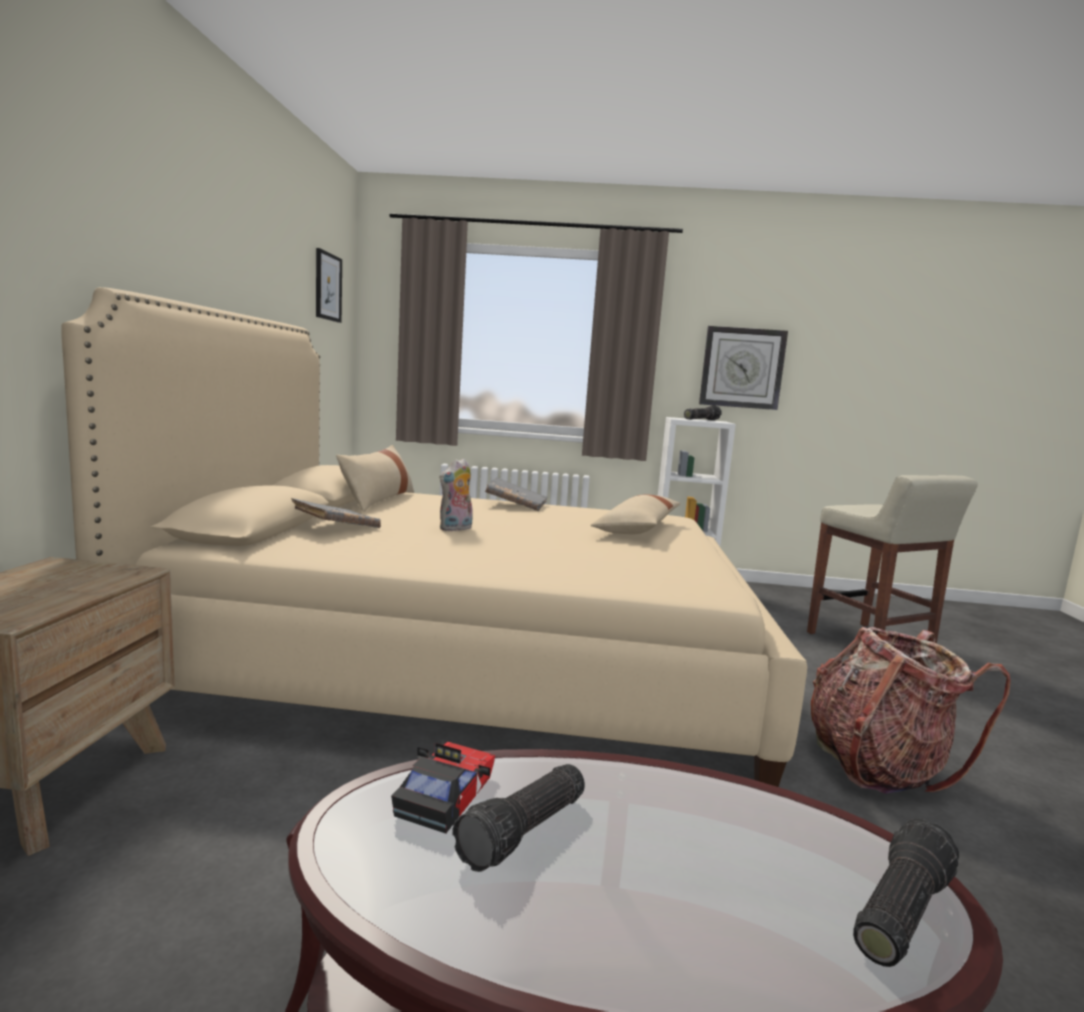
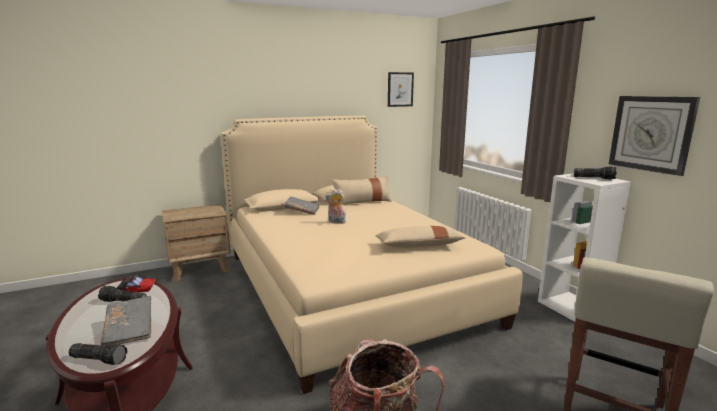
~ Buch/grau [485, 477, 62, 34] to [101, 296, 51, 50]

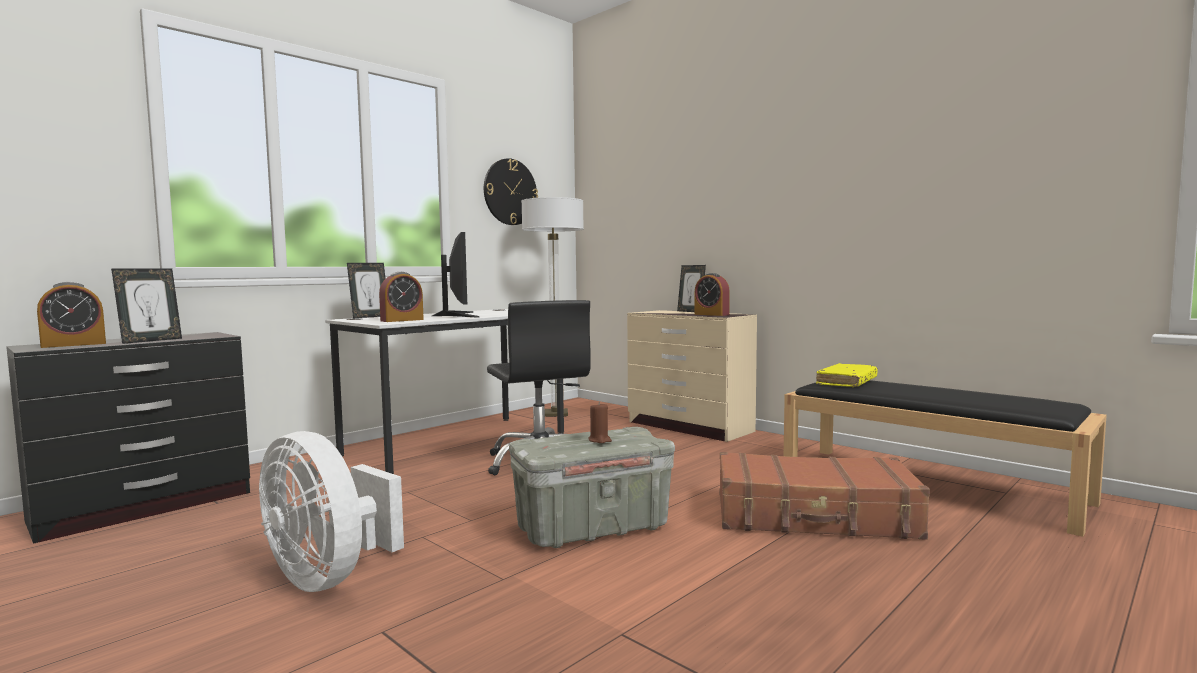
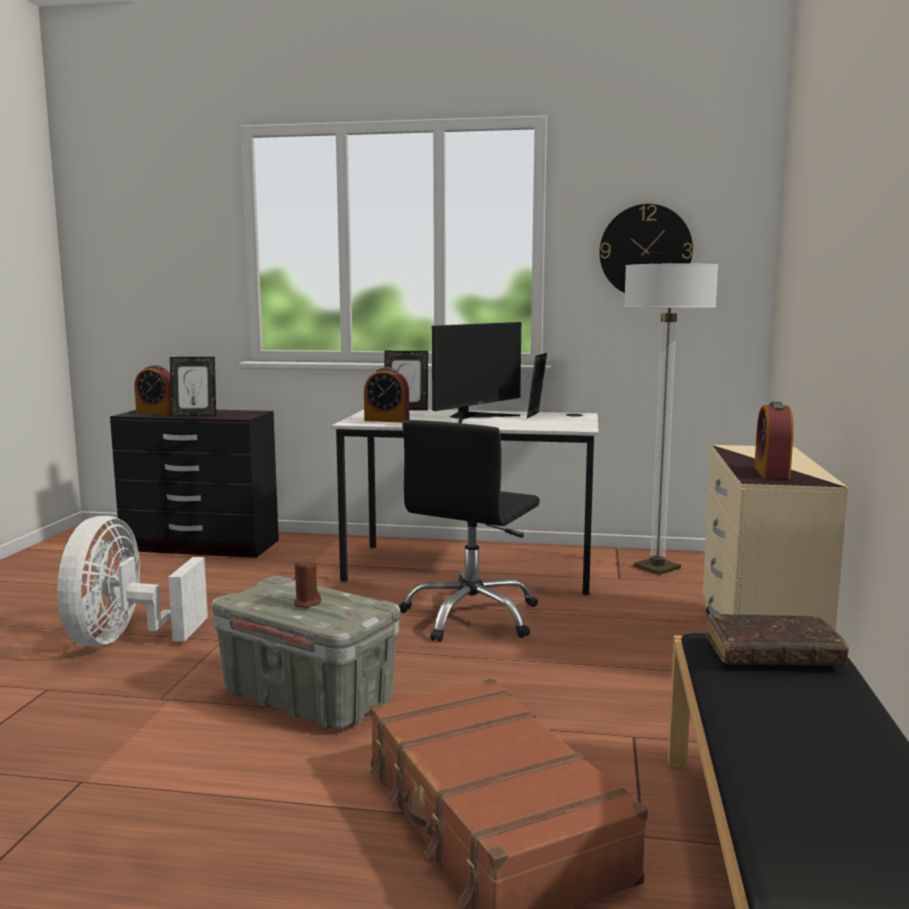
~ Bilderrahmen [677, 265, 29, 47] to [527, 353, 20, 65]
~ Buch/gelb [816, 363, 62, 24] to Buch/braun [706, 614, 143, 52]

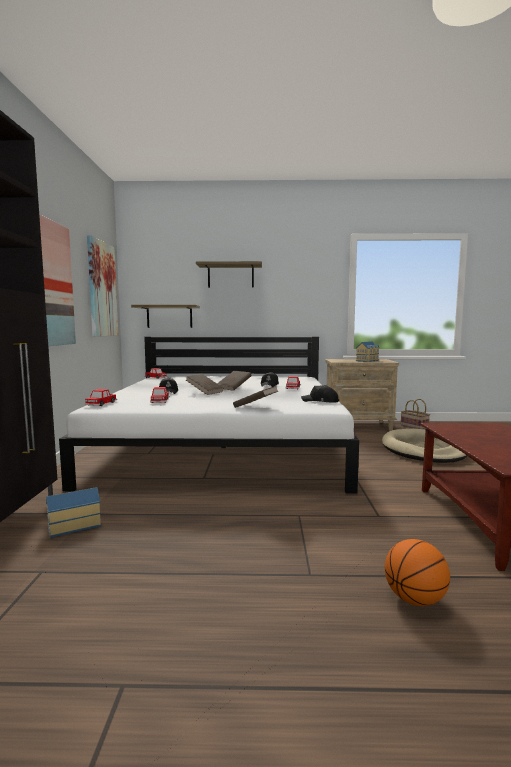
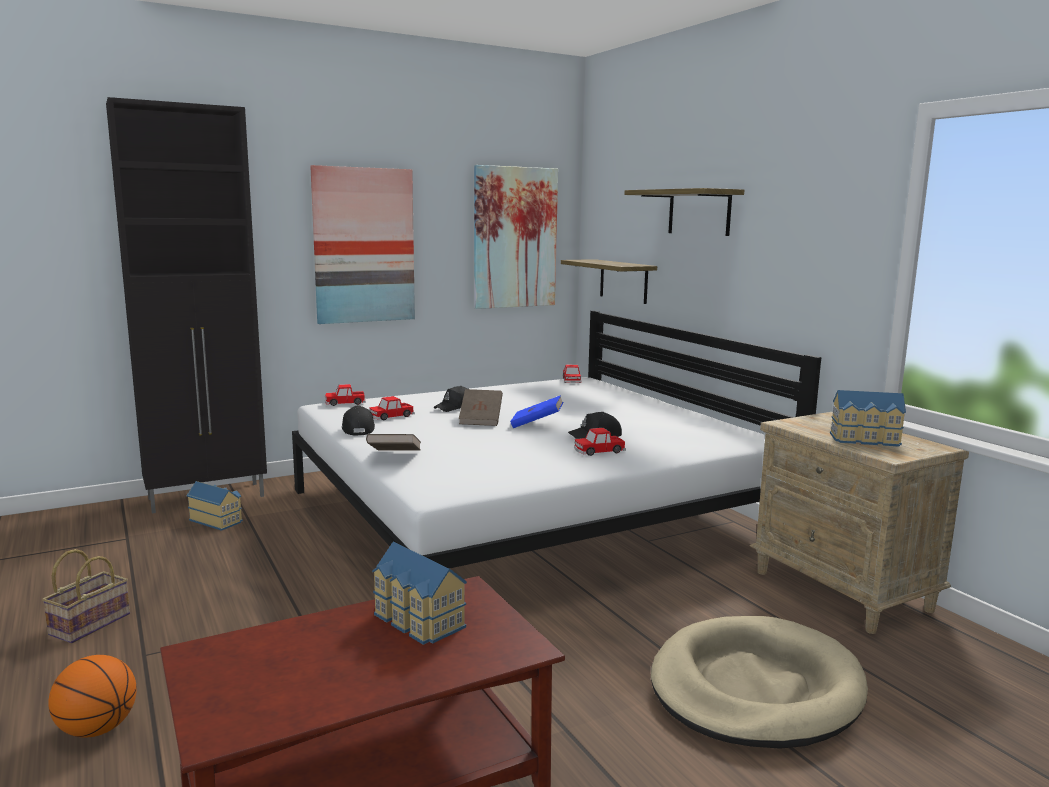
~ Buch/braun [217, 371, 35, 20] to Buch/blau [510, 395, 53, 33]
~ Kappe/schwarz [301, 385, 38, 18] to [342, 405, 33, 30]
~ Korb [401, 399, 29, 30] to [42, 549, 88, 94]
+ Spielzeughaus [372, 541, 95, 104]

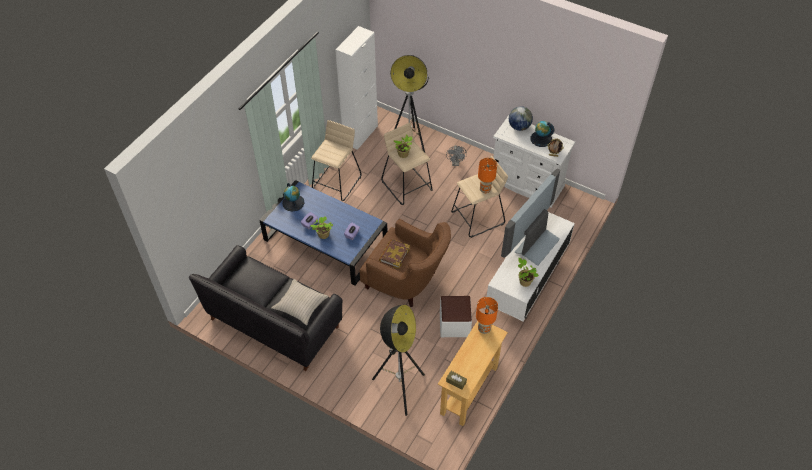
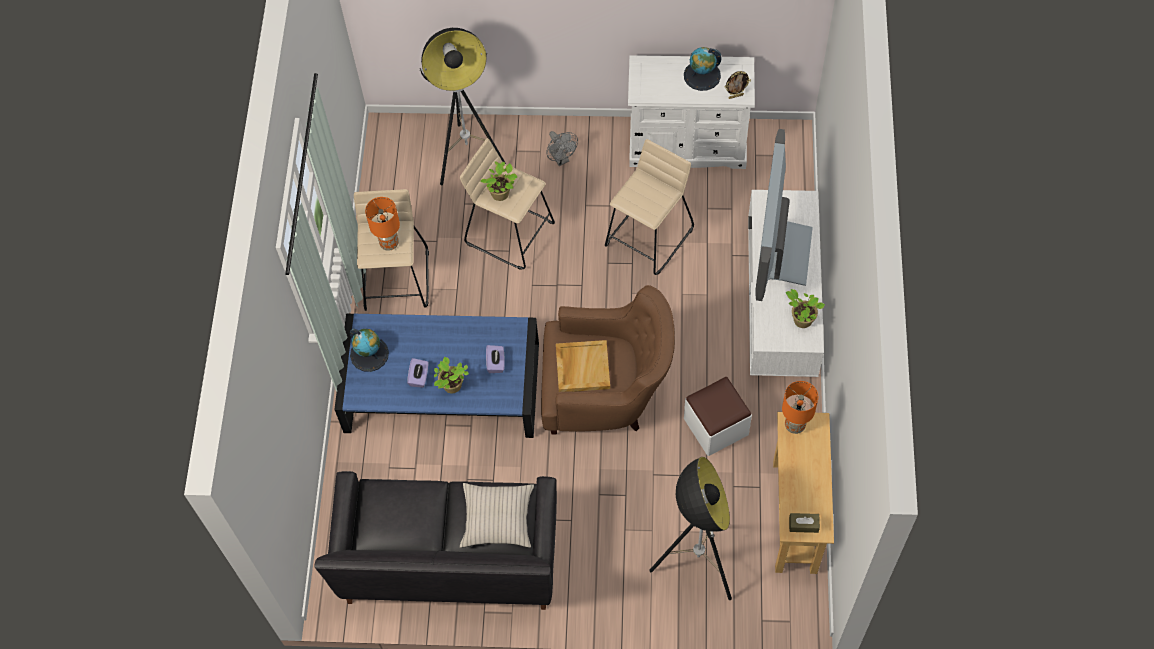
- Schrank/weiß [335, 26, 43, 124]
~ Buch [379, 239, 31, 30] to Tablett/beige [556, 340, 54, 52]
~ Tischlampe/orange [478, 158, 19, 35] to [365, 197, 35, 54]
- Globus [509, 106, 24, 25]

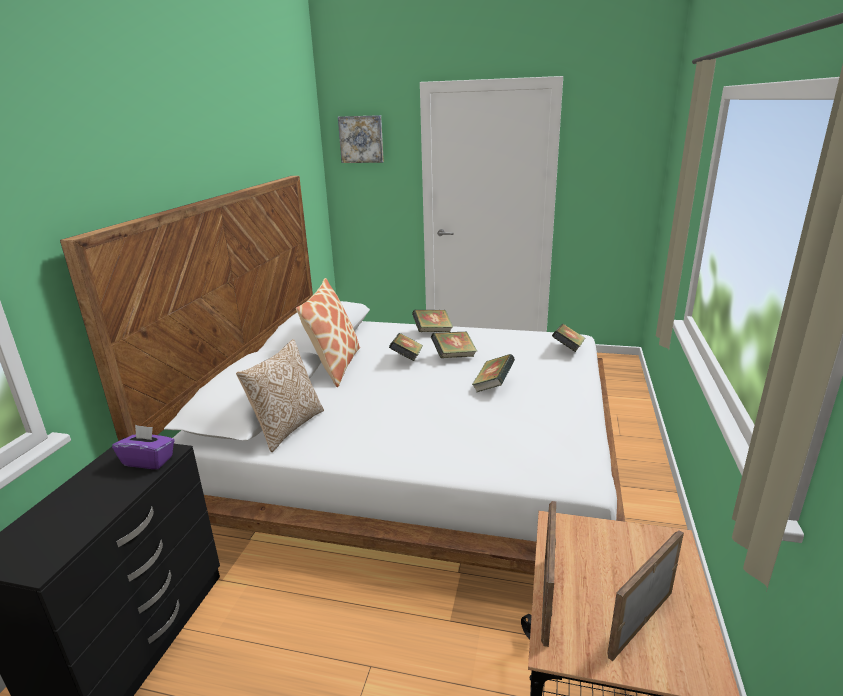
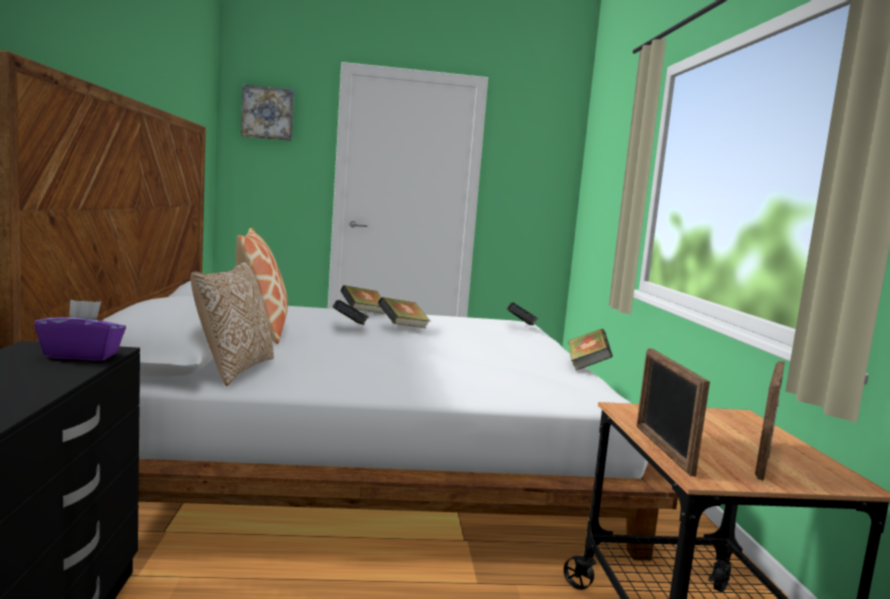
~ Buch [472, 354, 43, 38] to [568, 329, 45, 42]

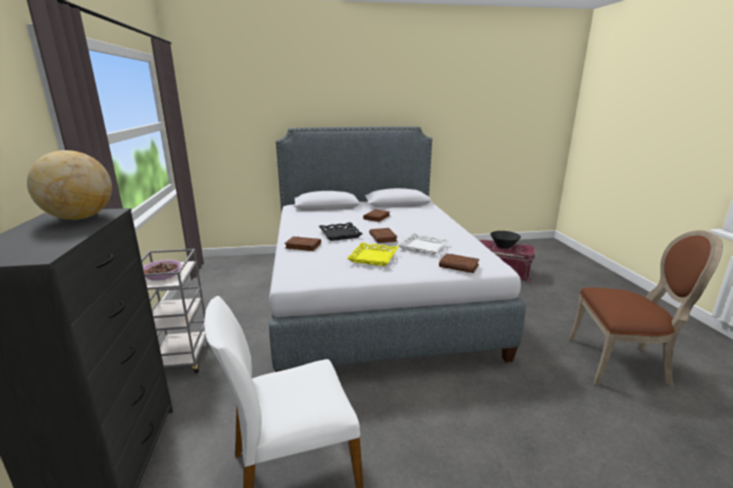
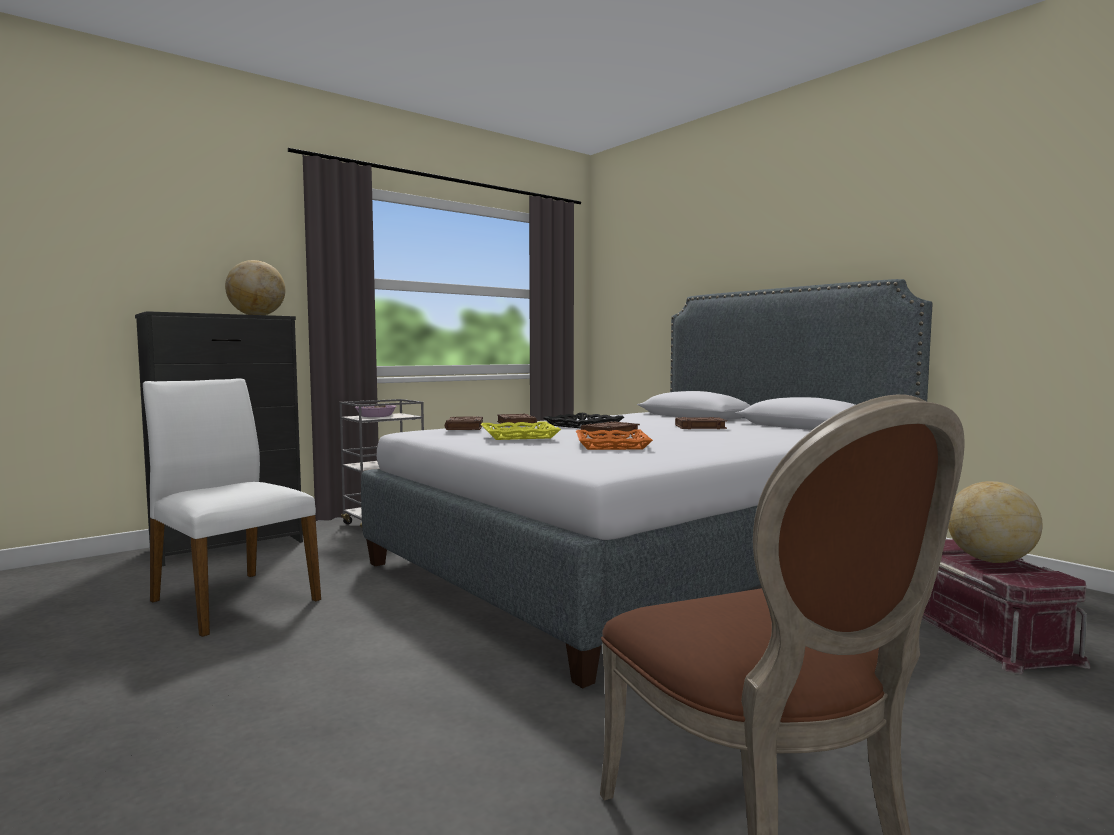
~ Tablett/weiß [397, 233, 53, 22] to Tablett/orange [576, 430, 77, 20]
~ Buch/braun [439, 253, 41, 20] to [445, 416, 38, 14]
~ Schüssel/schwarz [490, 231, 31, 18] to Globus [948, 481, 95, 82]

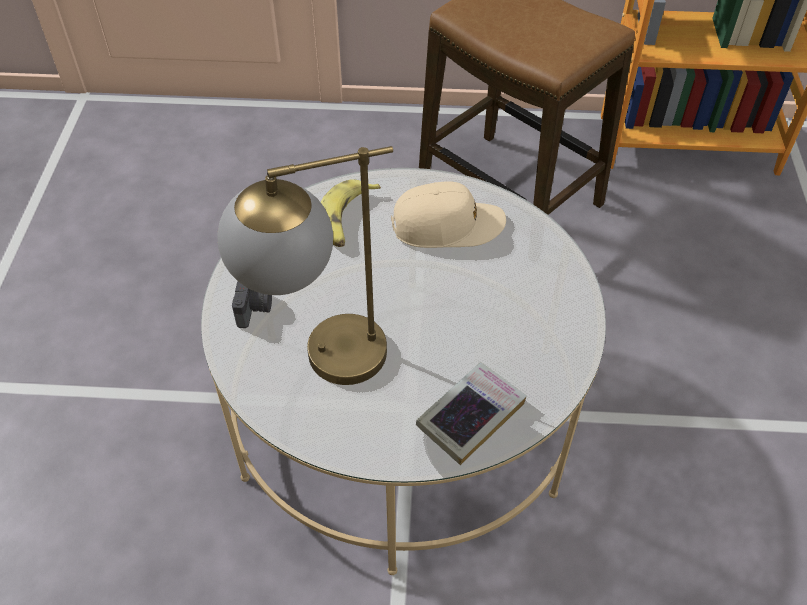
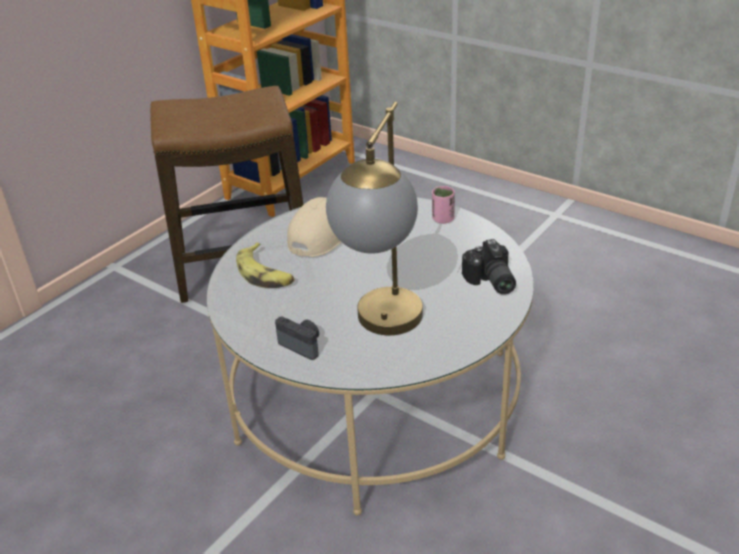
~ Buch [416, 362, 111, 103] to Kamera [462, 239, 54, 56]
+ Tasse/rosa [432, 186, 23, 38]

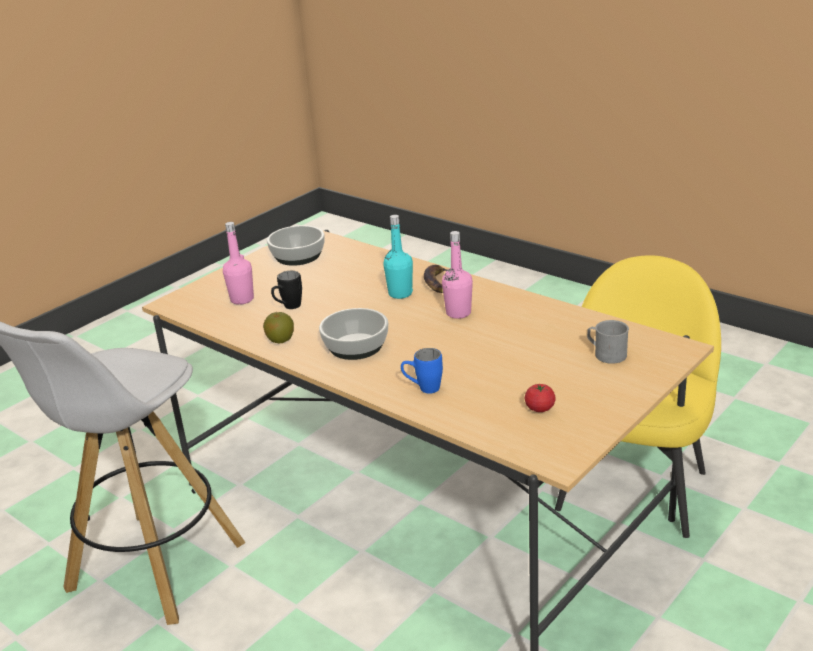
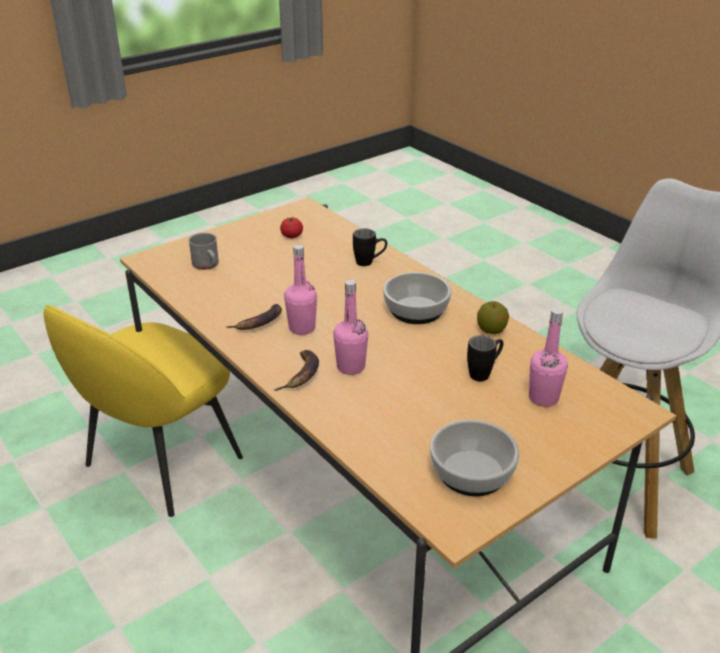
~ Flasche/türkis [383, 215, 30, 84] to Flasche/rosa [333, 279, 35, 96]
~ Henkelbecher/blau [401, 348, 42, 46] to Henkelbecher/schwarz [353, 228, 34, 38]
+ Banane [226, 304, 56, 26]

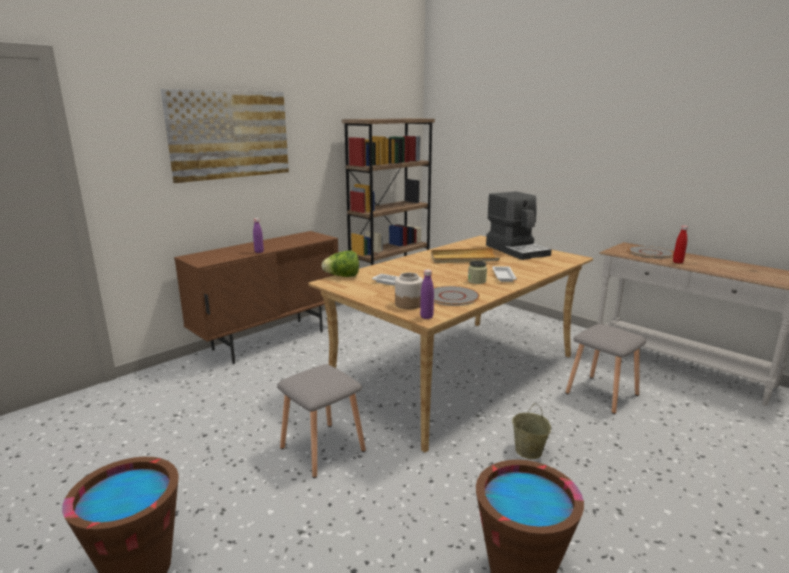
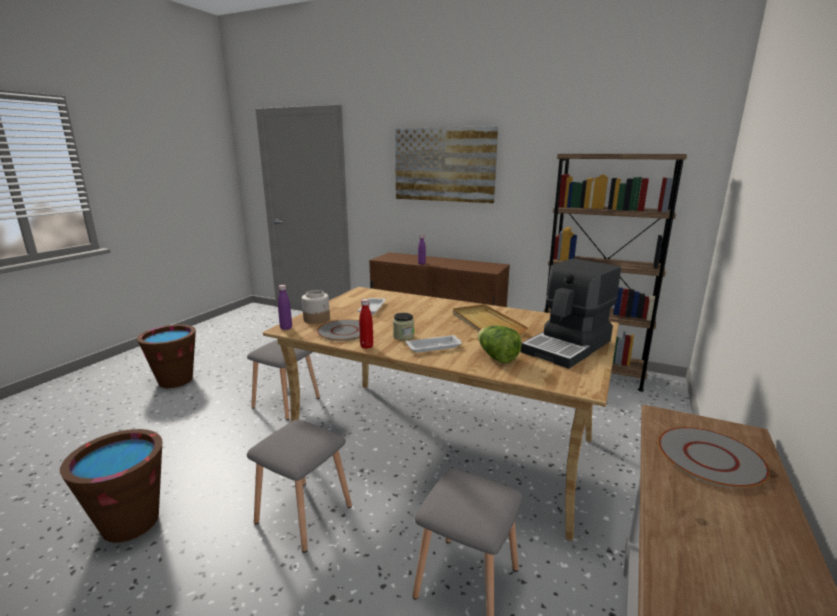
~ Salatkopf [322, 251, 37, 26] to [478, 325, 44, 38]
~ Eimer/beige [512, 403, 39, 56] to Hocker/grau [247, 420, 105, 133]
~ Flasche/rot [673, 226, 15, 37] to [359, 299, 14, 50]

